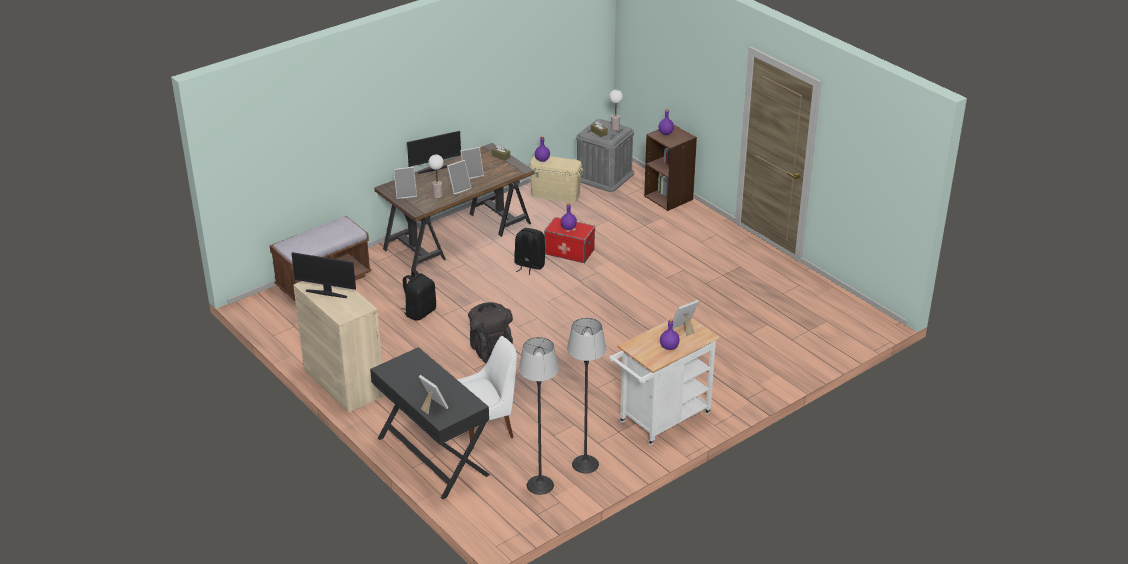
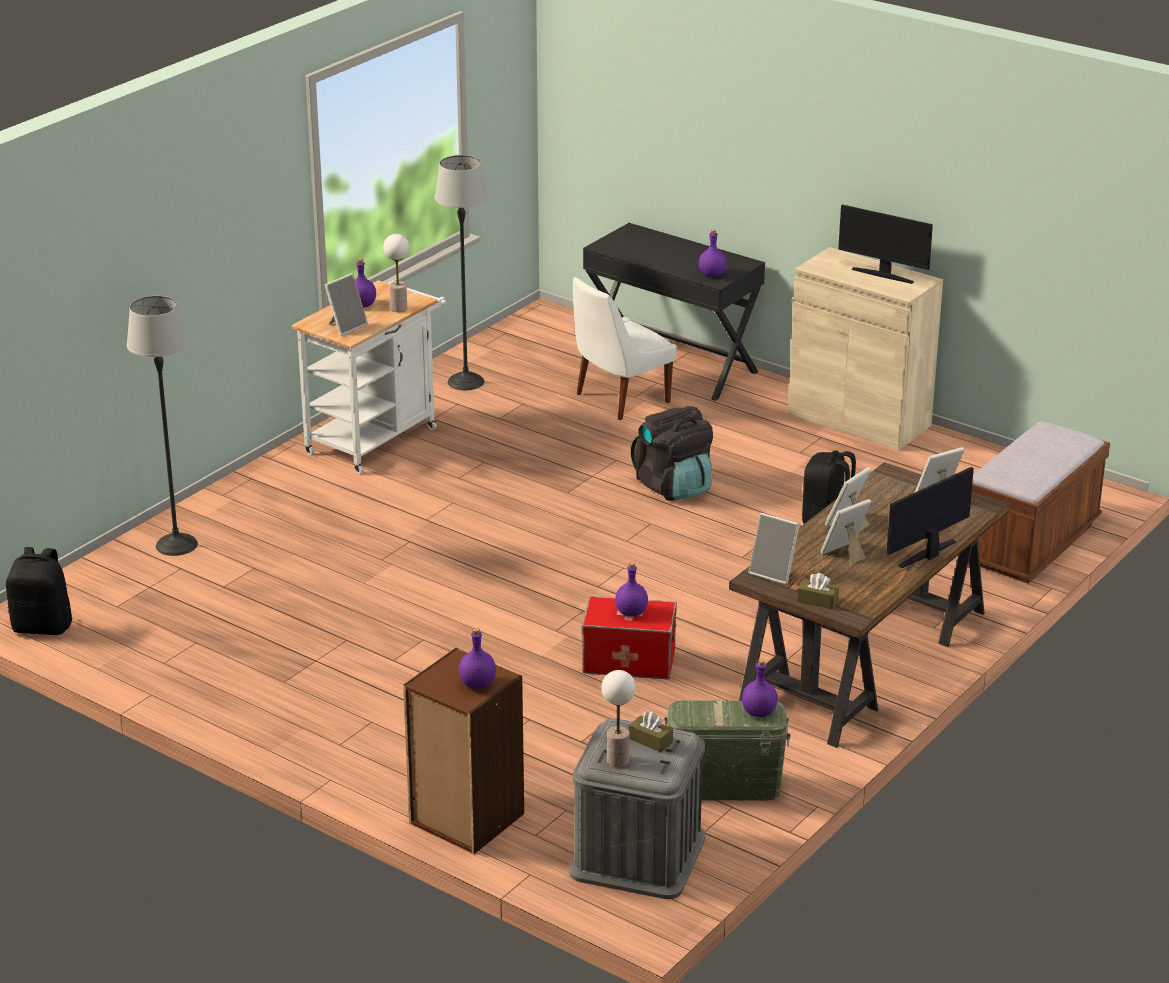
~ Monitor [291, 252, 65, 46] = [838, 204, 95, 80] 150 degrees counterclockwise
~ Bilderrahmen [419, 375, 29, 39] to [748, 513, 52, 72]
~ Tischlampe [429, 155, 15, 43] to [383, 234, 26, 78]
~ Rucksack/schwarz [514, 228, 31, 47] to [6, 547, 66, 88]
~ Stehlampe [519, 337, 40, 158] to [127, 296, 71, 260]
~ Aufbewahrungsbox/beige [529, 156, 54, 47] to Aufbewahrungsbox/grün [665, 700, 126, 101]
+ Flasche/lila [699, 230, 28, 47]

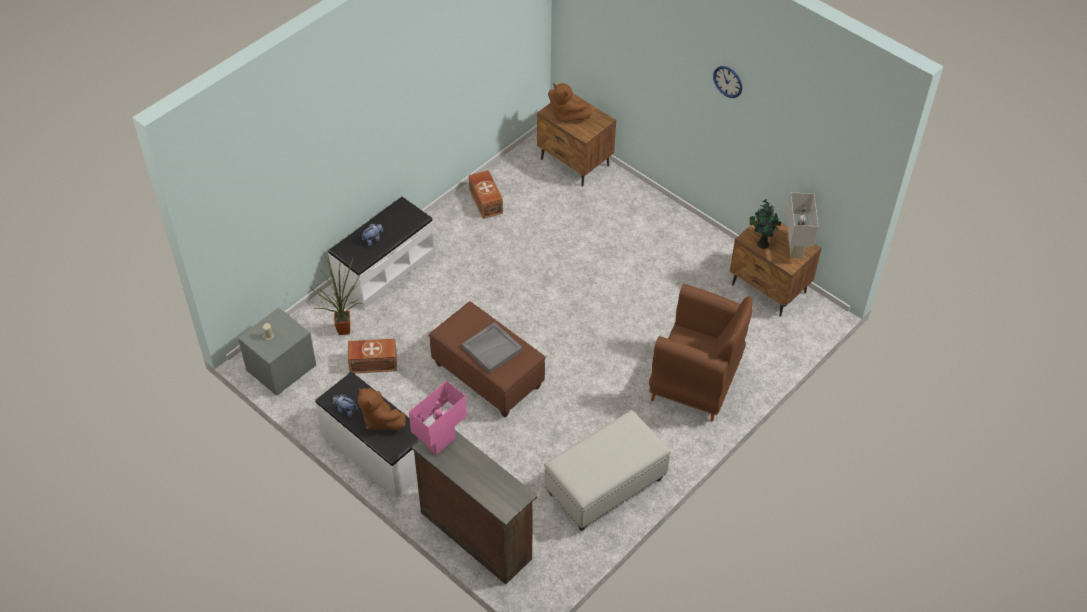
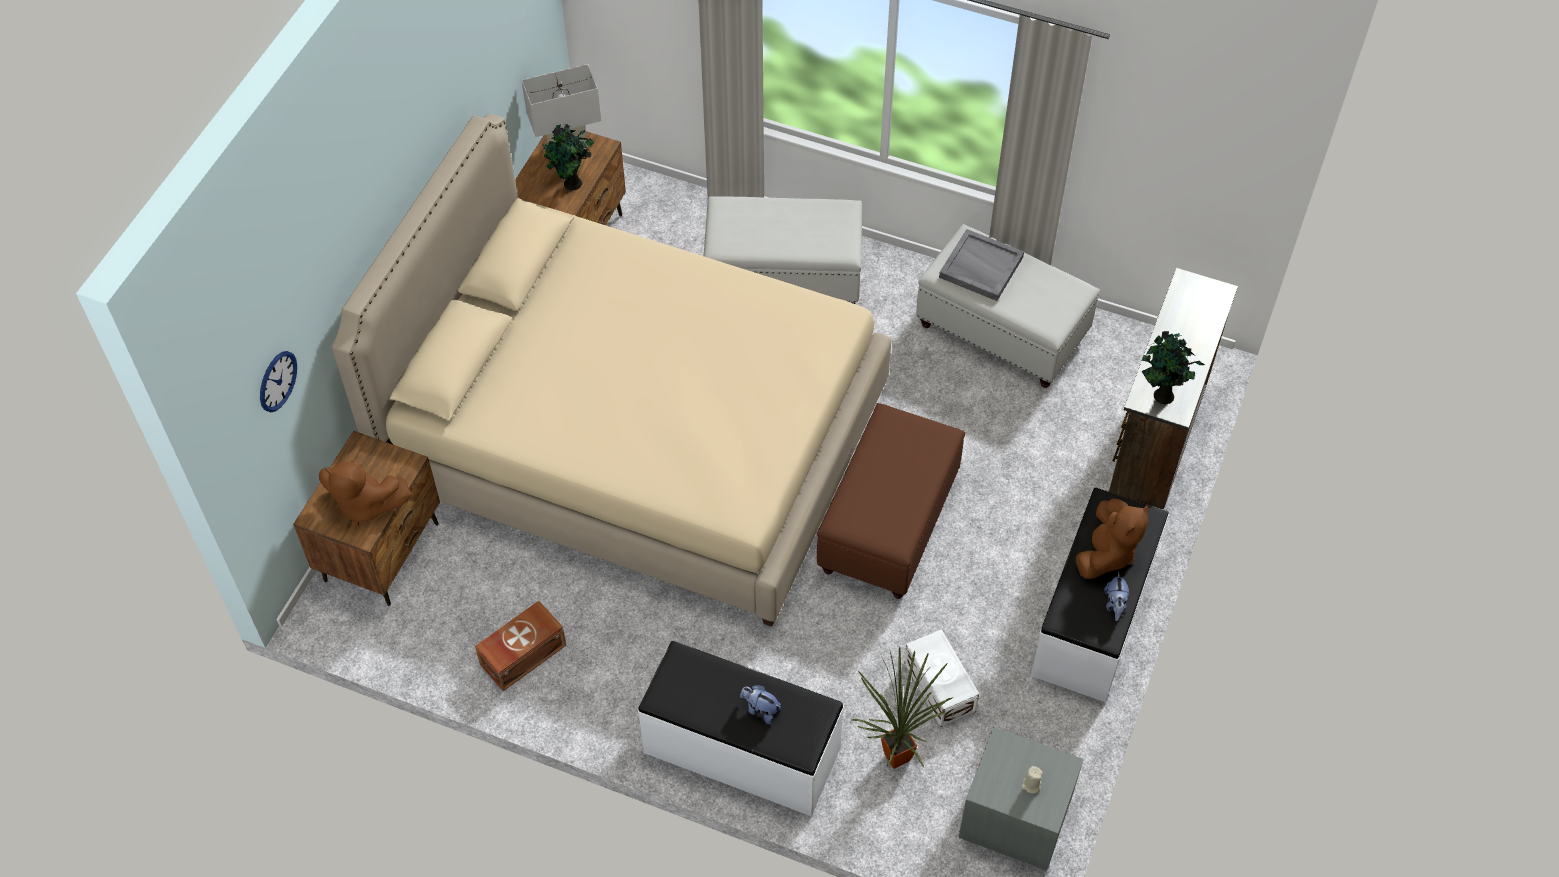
~ Aufbewahrungsbox/braun [348, 338, 49, 35] to Aufbewahrungsbox/weiß [904, 629, 75, 98]
~ Tischlampe/rosa [409, 381, 58, 74] to Topfpflanze [1142, 331, 63, 73]
~ Tablett/grau [462, 322, 60, 51] to [939, 229, 85, 72]
~ Plüschtier/braun [548, 83, 44, 41] = [319, 460, 92, 66] 90 degrees clockwise
~ Sessel/braun [649, 284, 104, 137] to Polsterhocker/weiß [703, 196, 159, 108]
~ Wanduhr [713, 66, 29, 32] to [260, 351, 37, 61]
+ Bett/beige [332, 114, 559, 513]

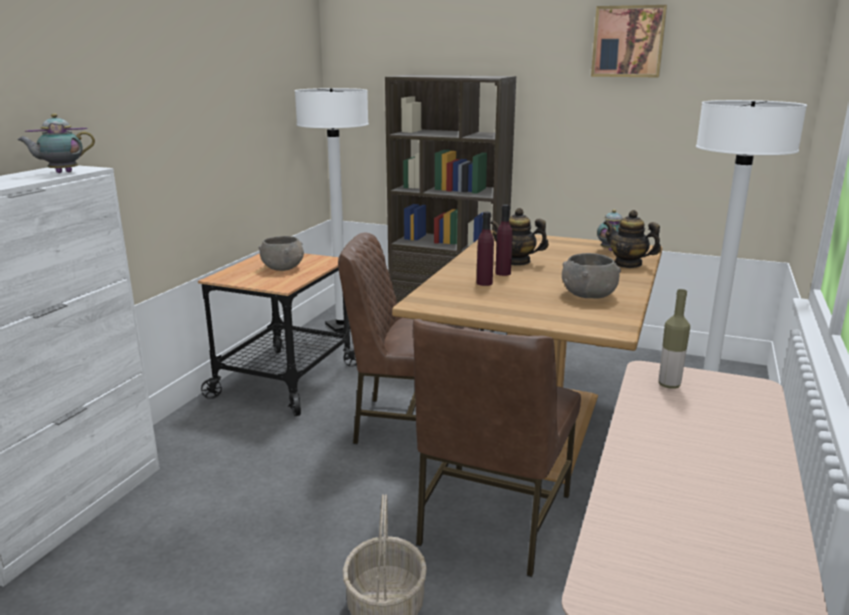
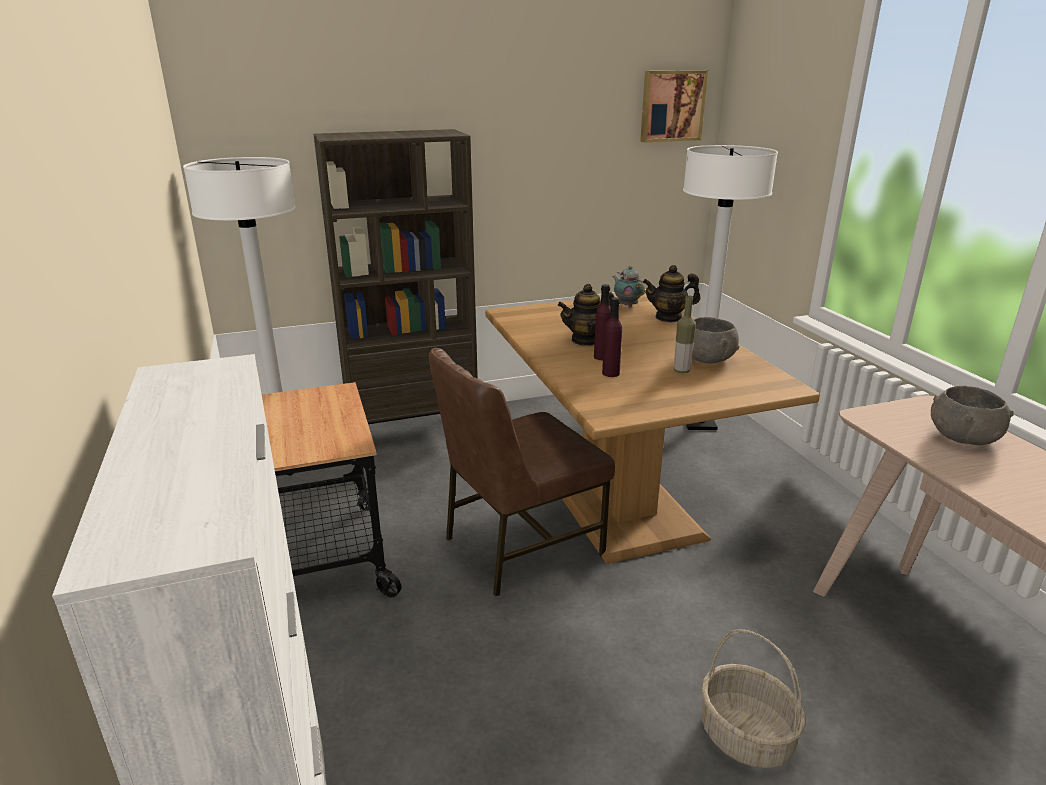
- Teekanne [17, 113, 78, 60]
~ Schüssel/grau [259, 236, 45, 35] to [931, 386, 83, 59]
- Stuhl/braun [413, 319, 168, 258]
~ Bild [591, 5, 76, 72] to [640, 70, 68, 72]
~ Flasche [659, 289, 31, 100] to [674, 296, 22, 77]

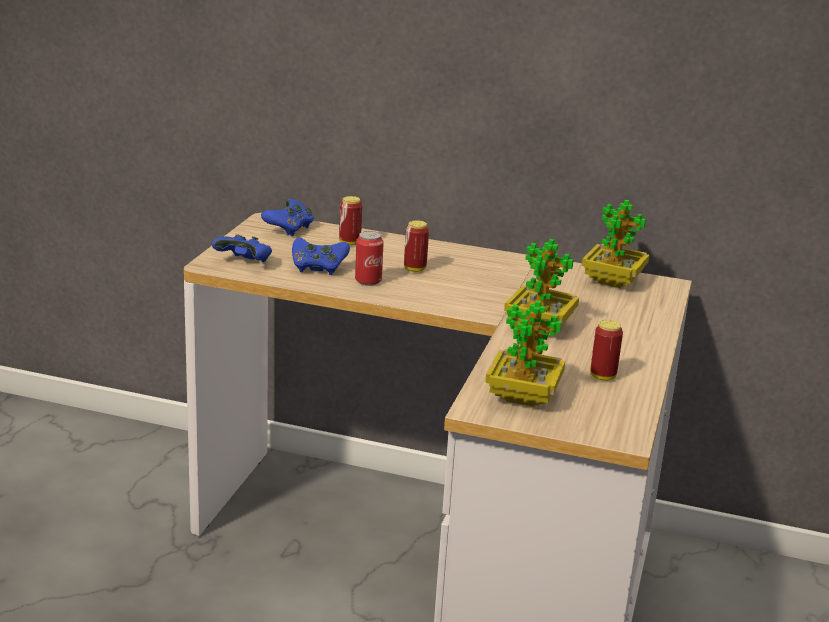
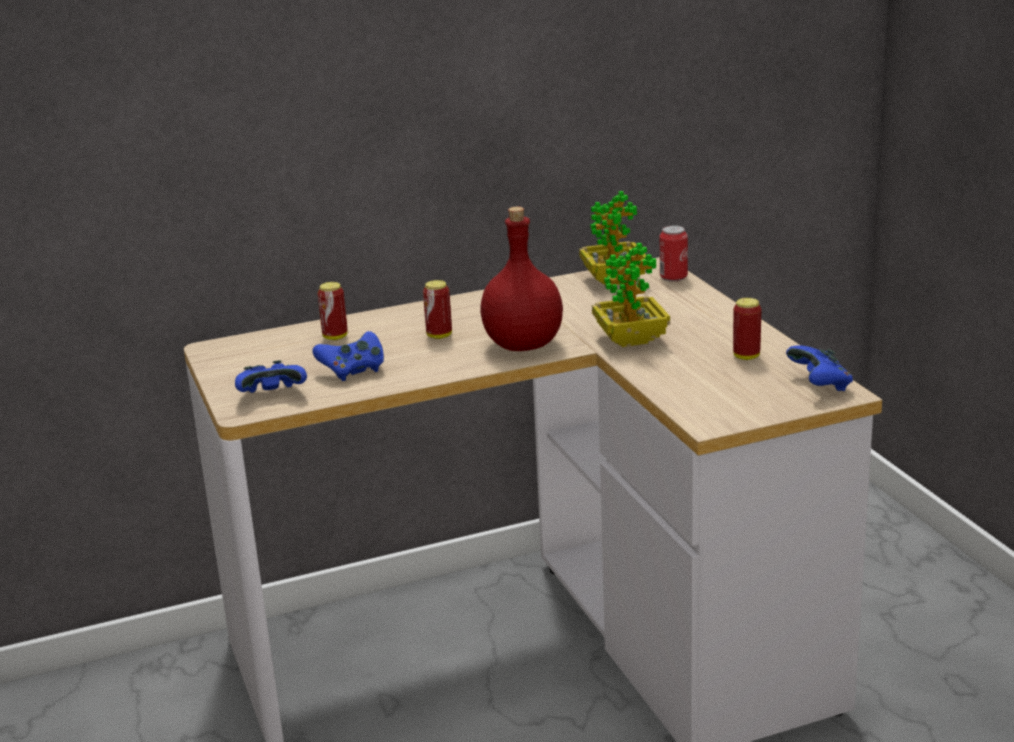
~ Gamepad/blau [261, 199, 53, 37] to [786, 345, 67, 46]
~ Dose [355, 231, 29, 55] to [660, 225, 28, 57]
- Topfpflanze [485, 300, 80, 107]
+ Flasche/rot [480, 207, 83, 144]

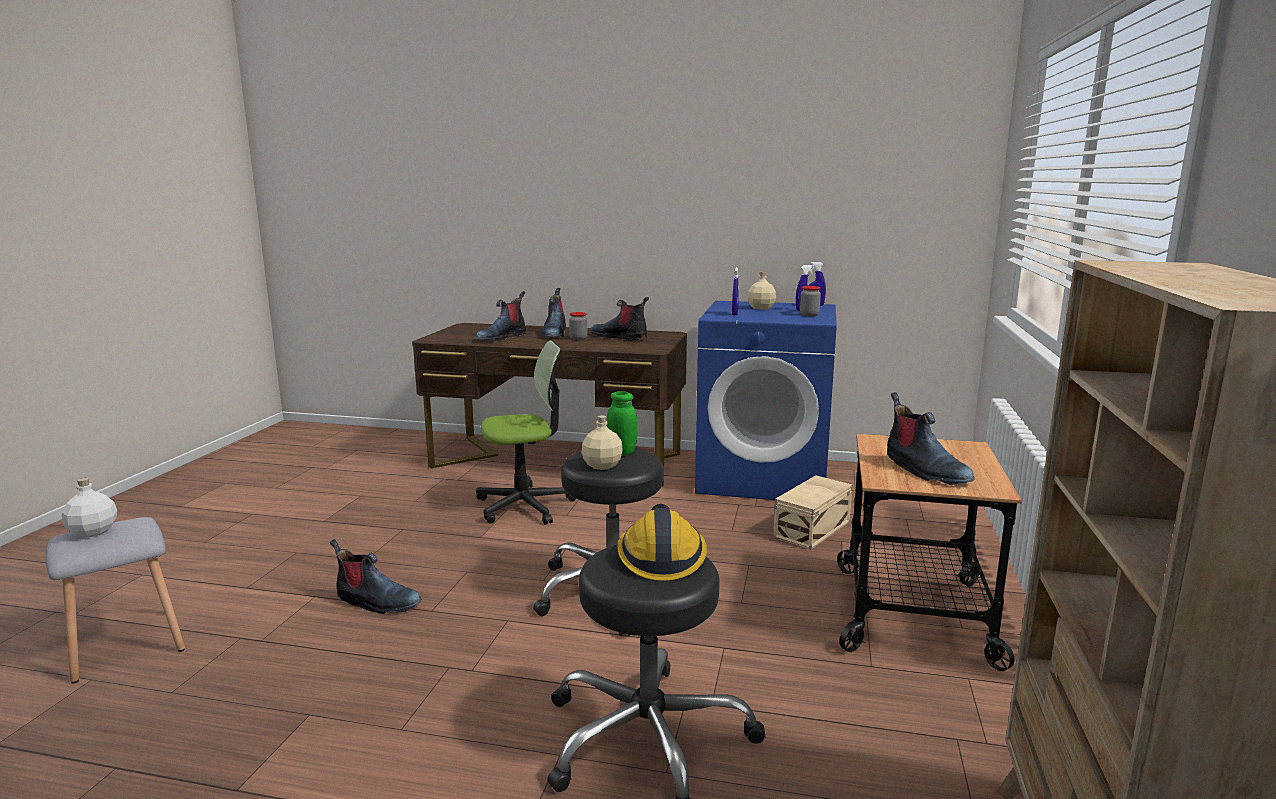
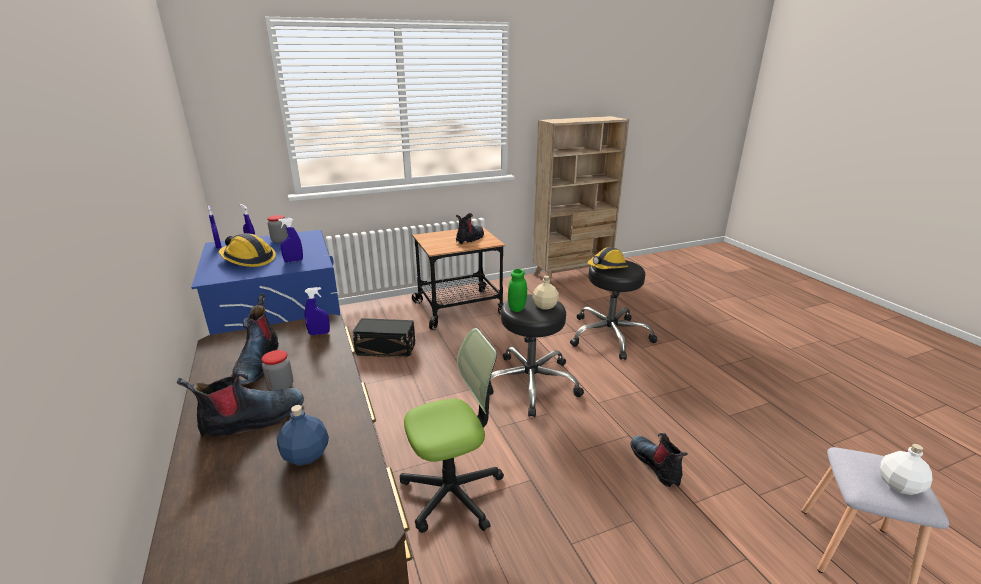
~ Stiefel [475, 291, 51, 50] to Flasche/blau [277, 405, 52, 61]
~ Bürostuhl [476, 341, 100, 184] = [400, 328, 104, 205] 120 degrees clockwise
~ Flasche/beige [747, 272, 29, 38] to Schutzhelm [219, 233, 57, 34]
~ Aufbewahrungsbox/beige [773, 475, 79, 75] to Aufbewahrungsbox/schwarz [352, 318, 63, 40]
+ Sprühflasche/blau [305, 287, 25, 48]

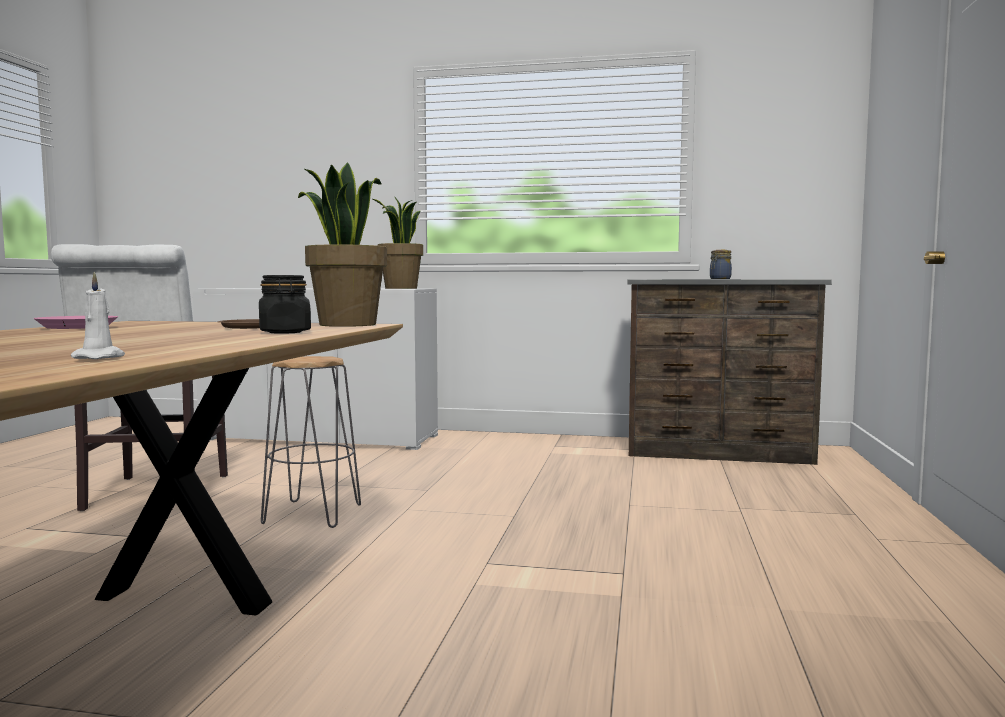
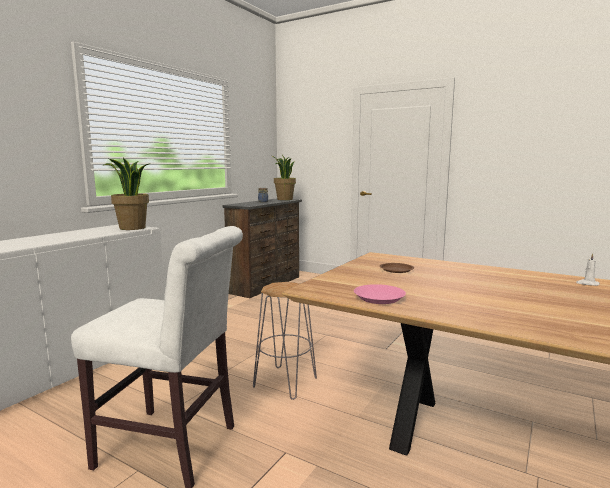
- Vorratsglas/schwarz [259, 275, 52, 59]
~ Topfpflanze [298, 162, 89, 165] to [272, 155, 24, 45]

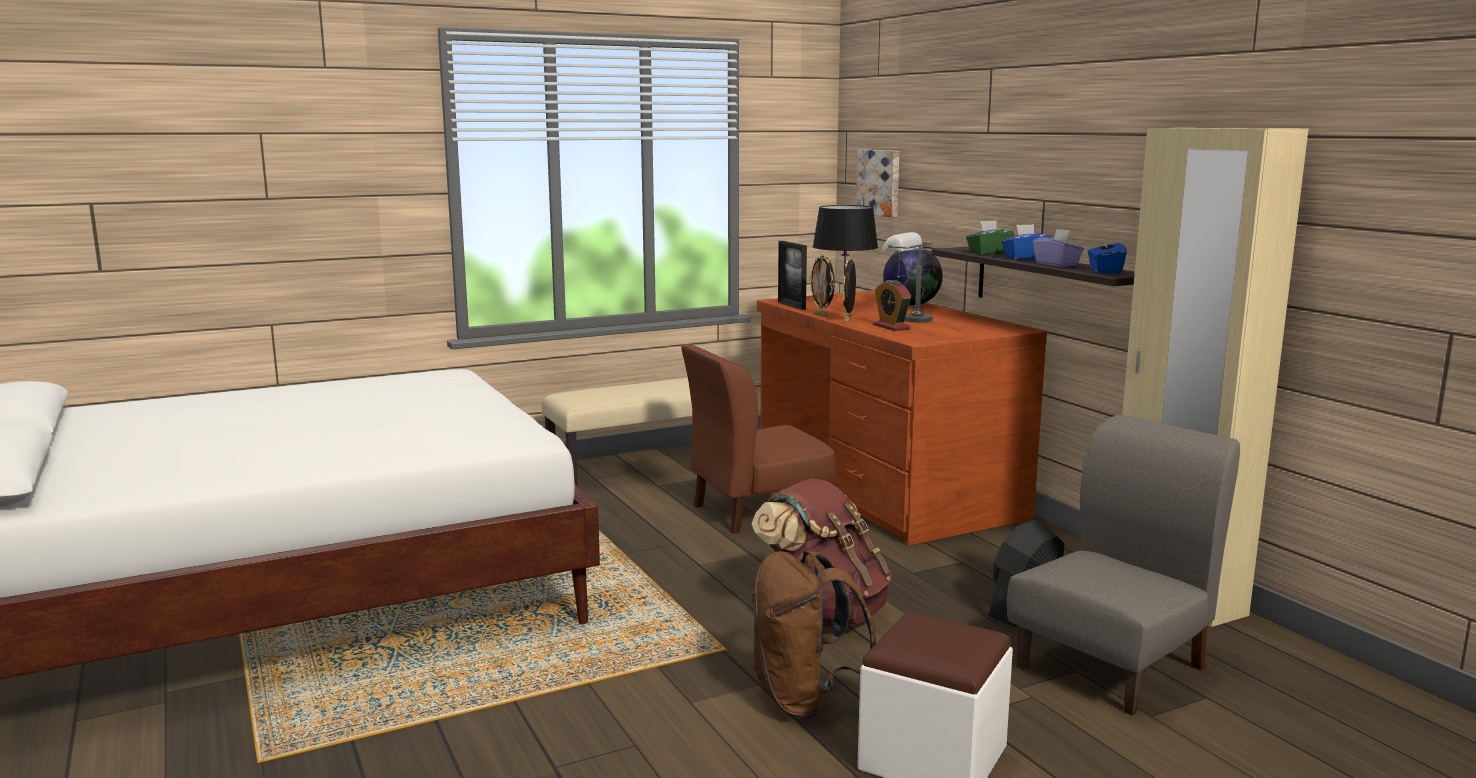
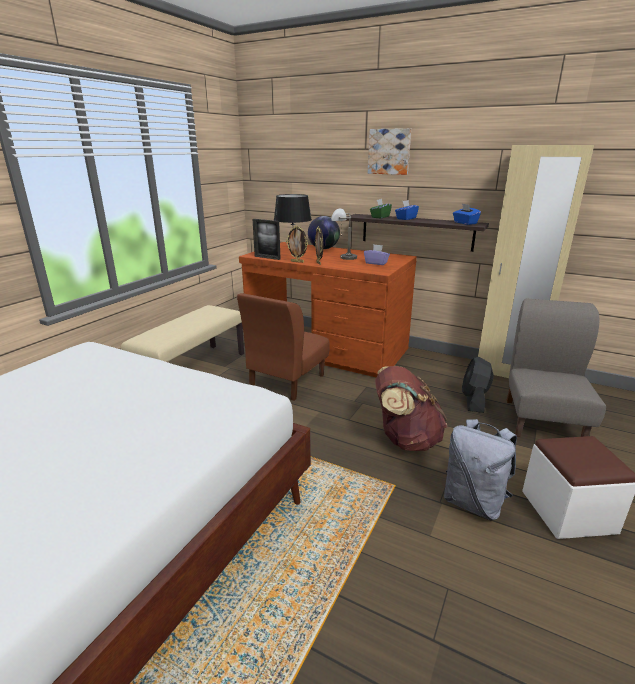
~ Rucksack/braun [752, 551, 124, 168] to Rucksack/grau [444, 419, 73, 101]
~ Bild [856, 150, 43, 67] to [368, 128, 43, 47]
- Wecker [873, 280, 38, 51]
~ Taschentuchbox/lila [1033, 229, 51, 38] to [364, 245, 26, 20]

